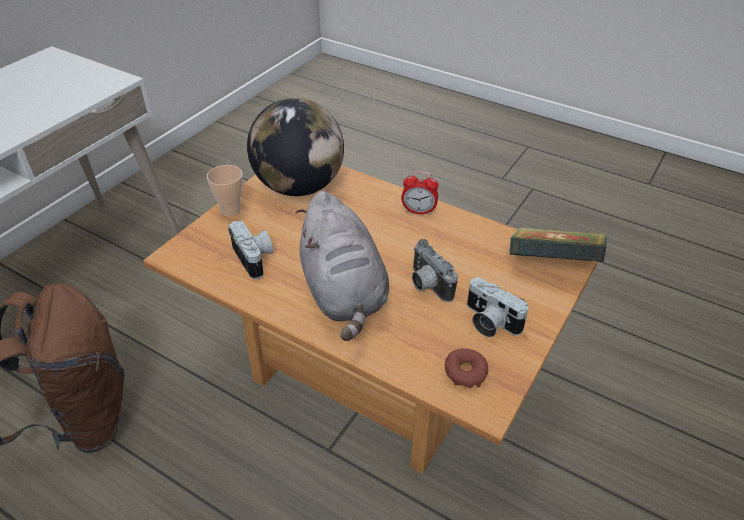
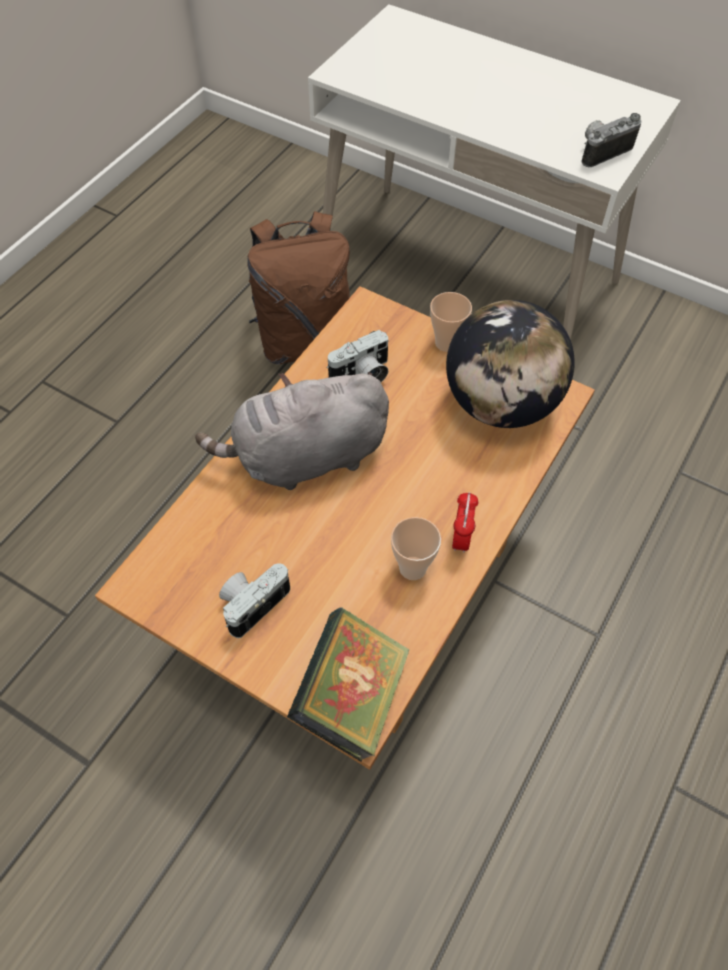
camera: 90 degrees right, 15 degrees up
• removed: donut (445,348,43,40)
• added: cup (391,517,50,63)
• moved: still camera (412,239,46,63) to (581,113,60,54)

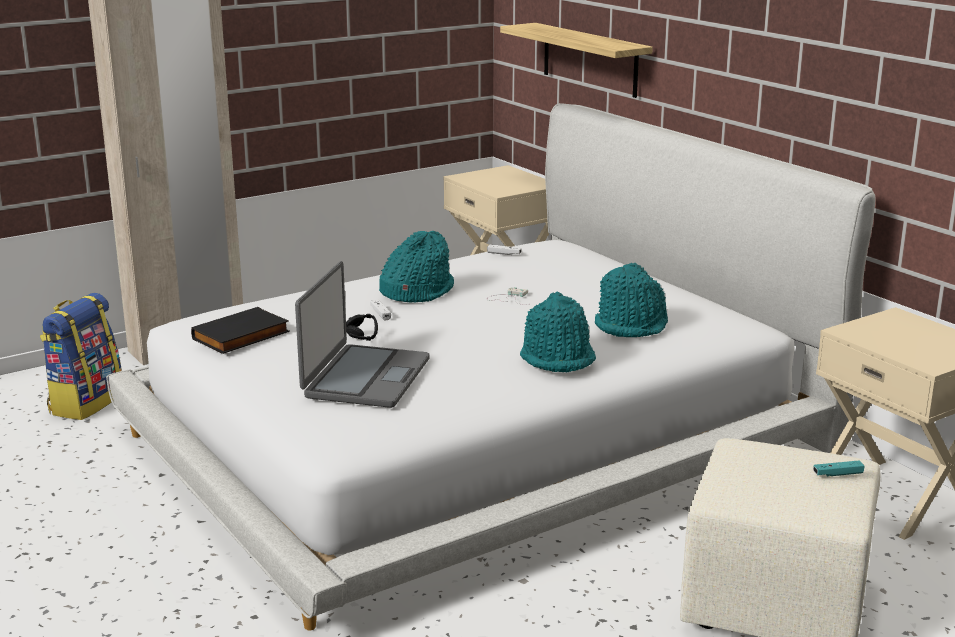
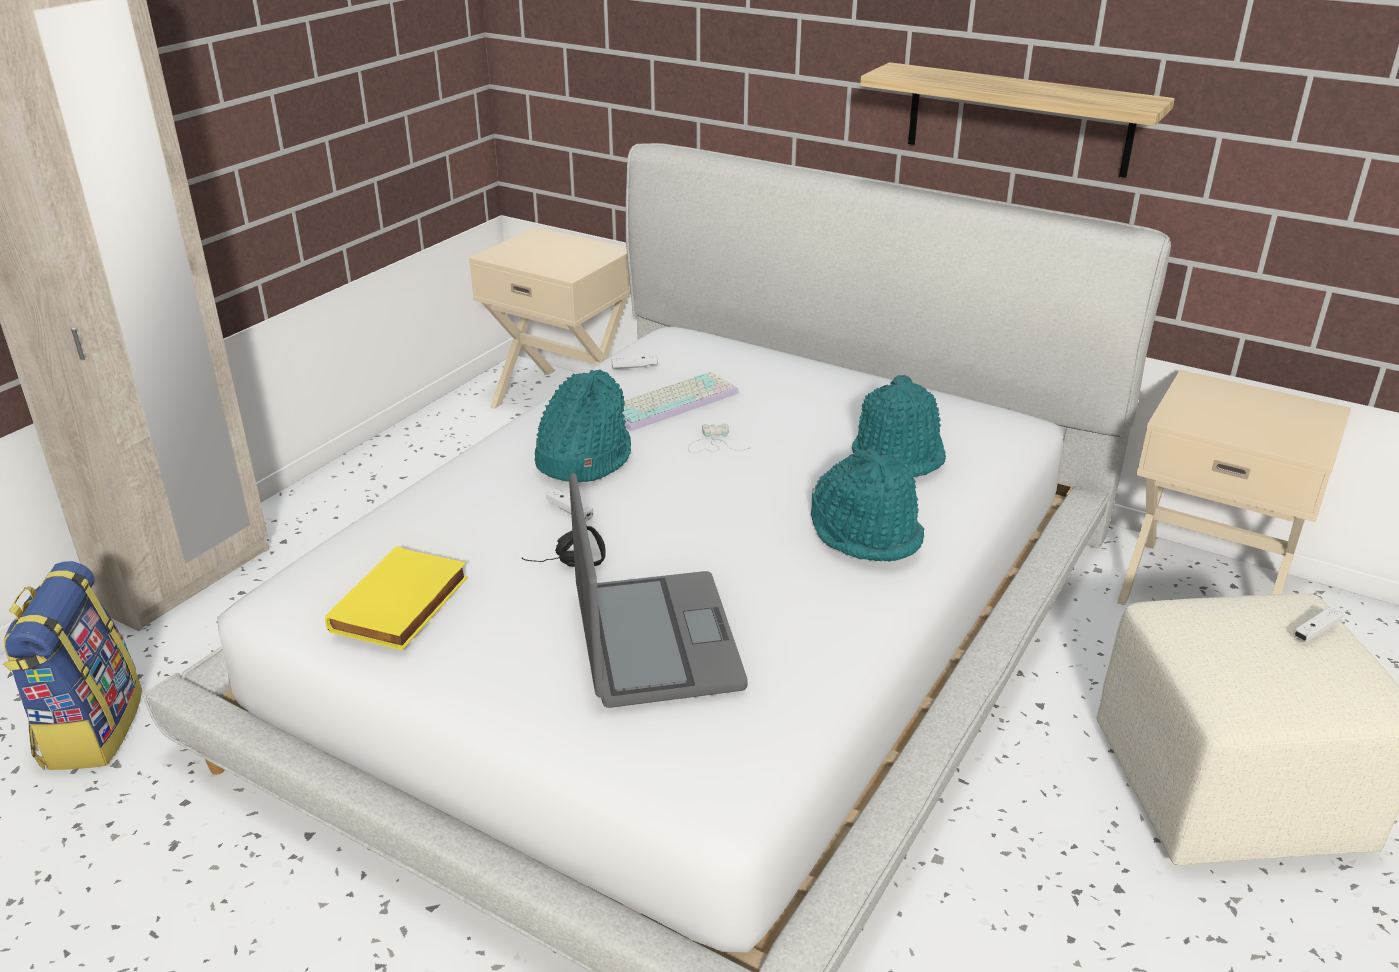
camera: 25 degrees left, 10 degrees up
• added: computer keyboard (622,372,117,59)
• moved: shelf (500,23,153,75) to (860,62,315,116)
• recoloured: bound book (black-coloured) (191,307,99,47) to bound book (yellow) (325,546,143,104)
• recoloured: gamepad (turquoise) (813,461,52,15) to gamepad (white) (1293,607,50,35)

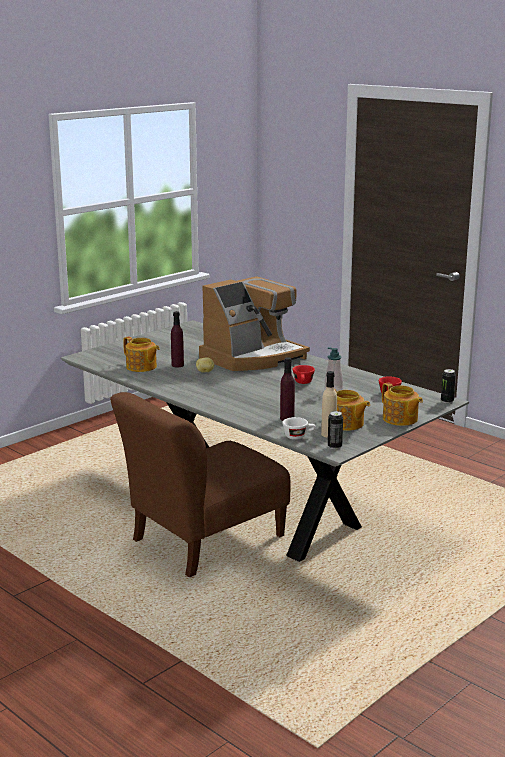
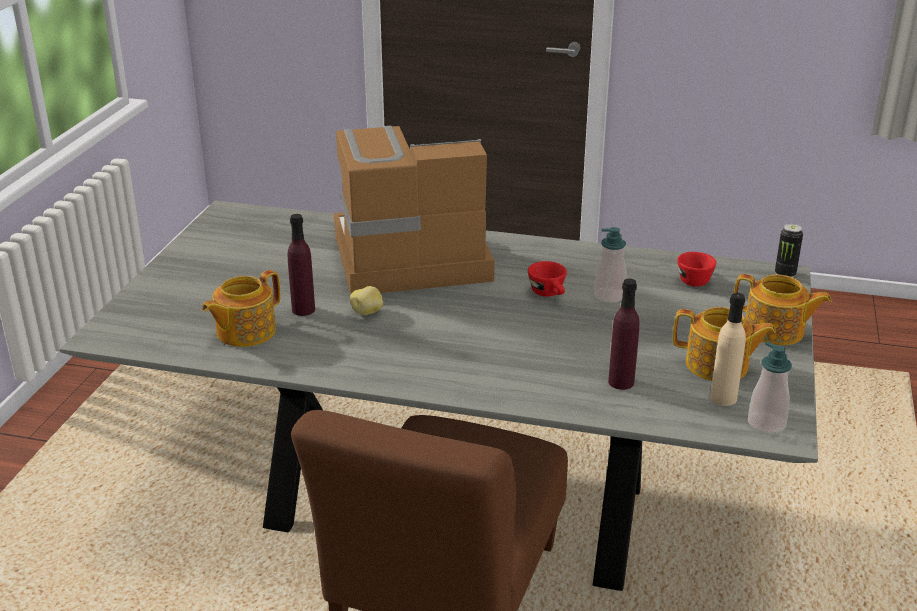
camera: 30 degrees left, 10 degrees up
• removed: cup (white) (282,417,34,23)
• replaced: metal can (328,411,15,38) to soap dispenser (748,341,44,93)
• turned: pot for tea (123,336,36,36) = (202,270,78,77) 120 degrees clockwise
• turned: coffee machine (199,276,111,95) = (334,126,161,168) 120 degrees counterclockwise

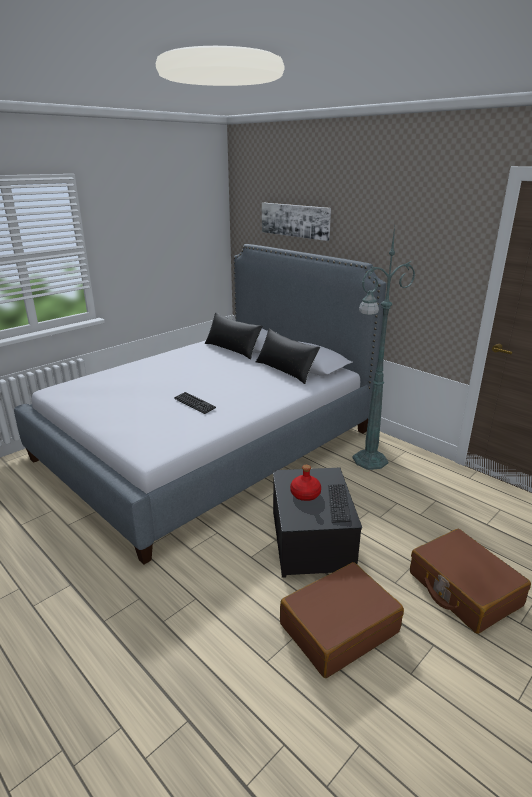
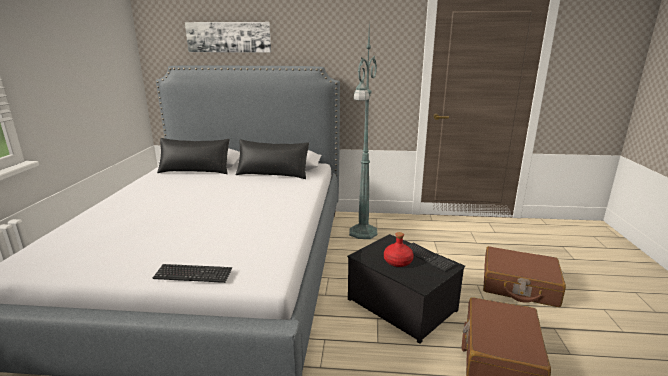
camera: 40 degrees left, 5 degrees down
• moved: computer keyboard (174,392,42,22) to (153,264,79,19)

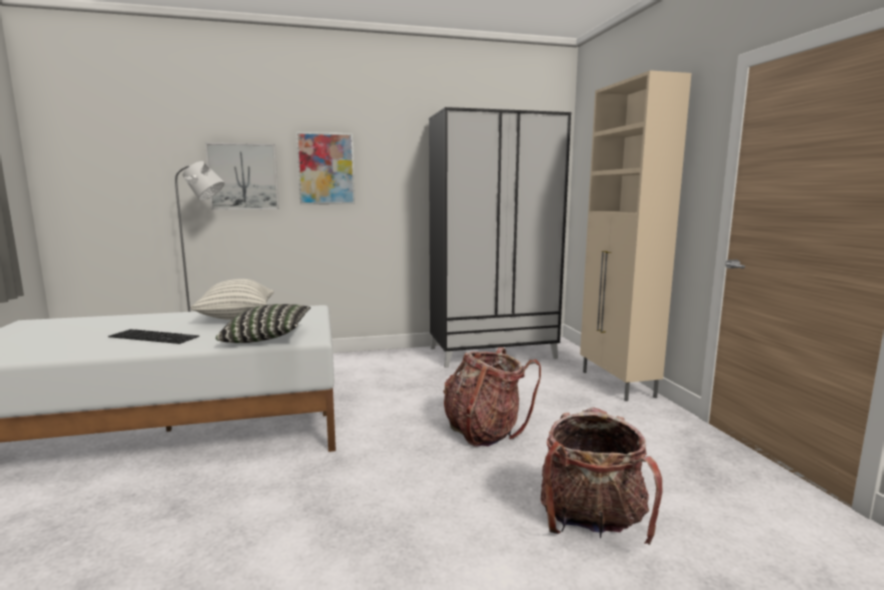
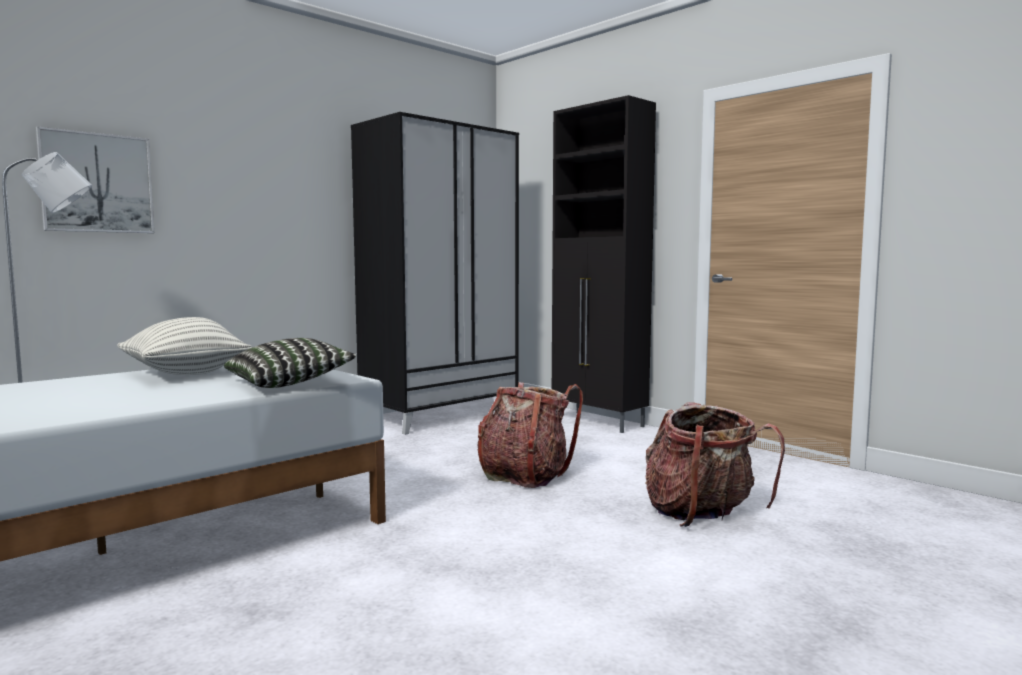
camera: 30 degrees left, 5 degrees down
• removed: computer keyboard (108,329,91,15)
• removed: wall picture (296,132,59,73)
• recoloured: storage cabinet (beige) (580,70,111,331) to storage cabinet (black-coloured) (552,95,104,338)

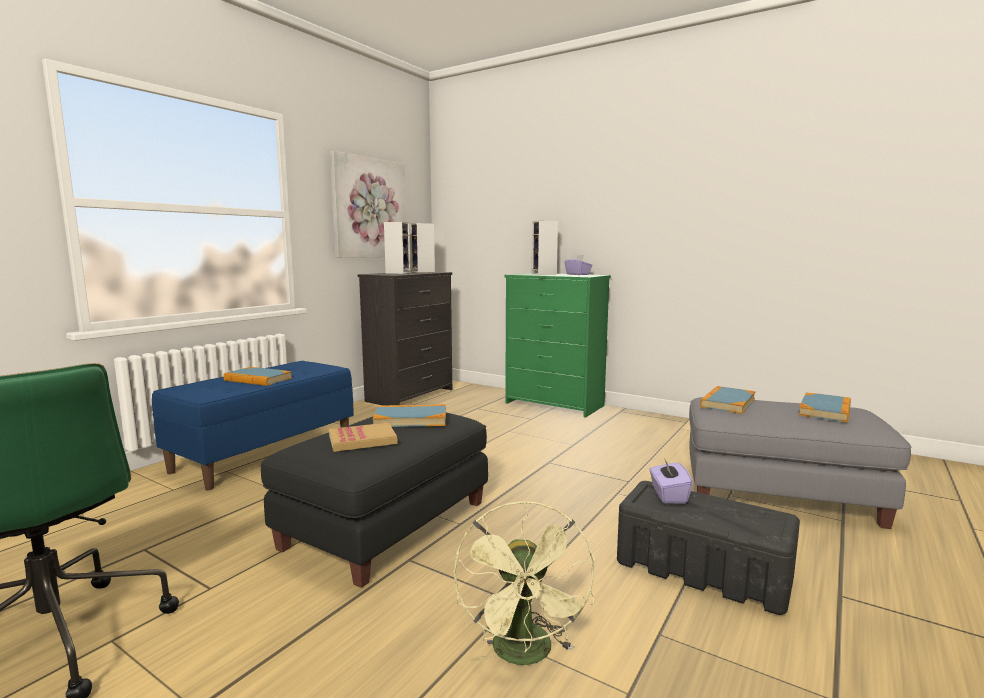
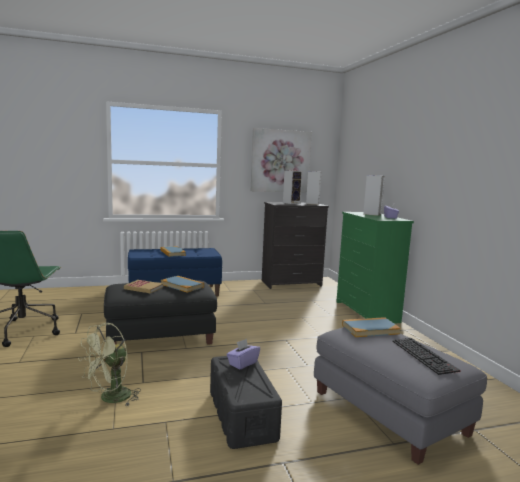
camera: 40 degrees right, 0 degrees up
• replaced: bound book (799,393,52,29) to computer keyboard (392,338,69,37)

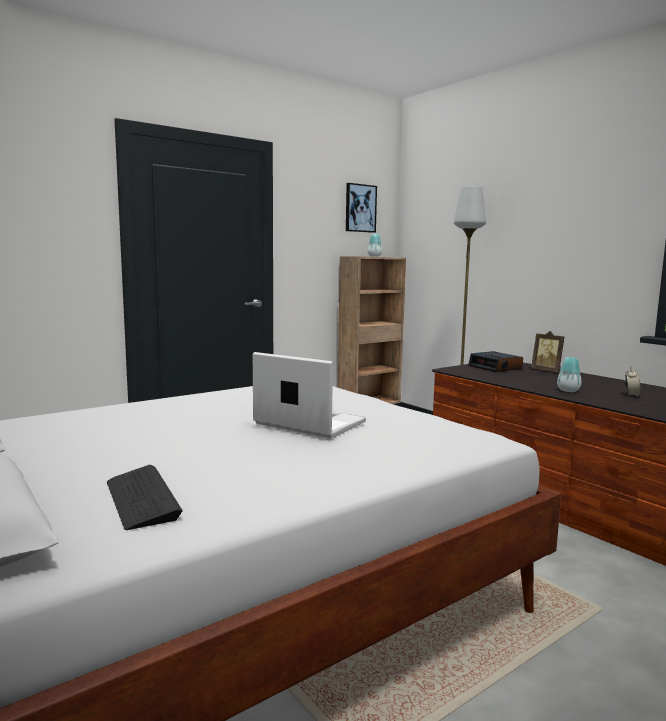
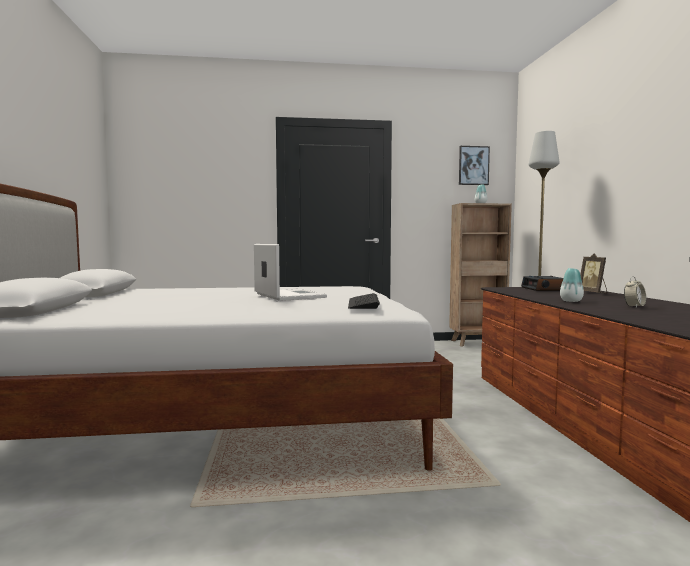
camera: 30 degrees right, 5 degrees down
• moved: computer keyboard (107,465,76,65) to (348,293,32,16)

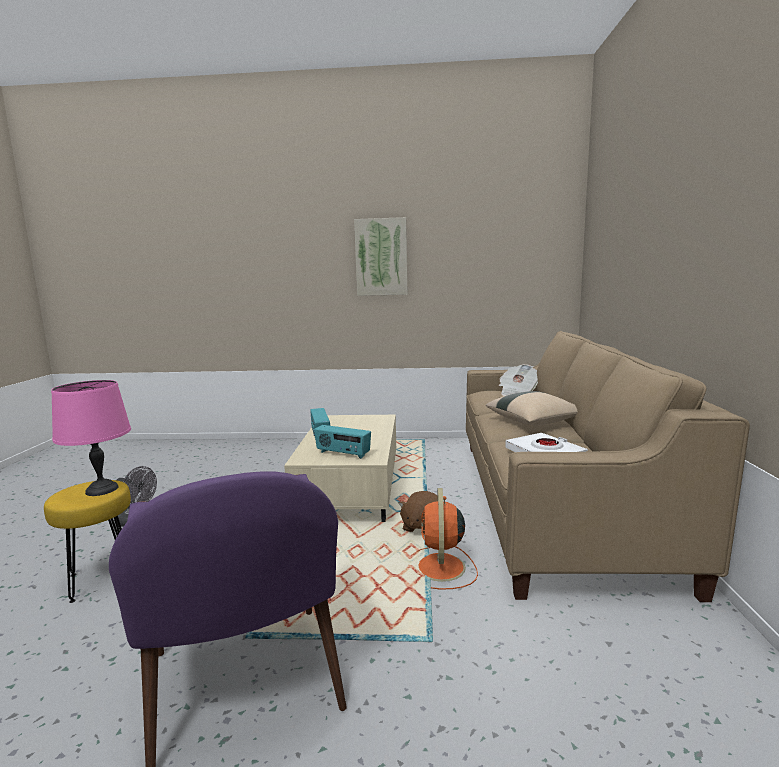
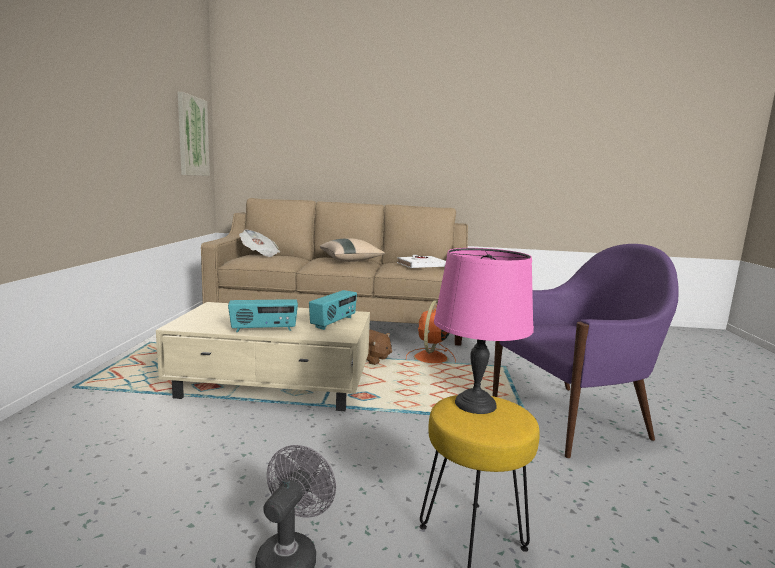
camera: 90 degrees left, 0 degrees up
• moved: wall picture (354,217,54,79) to (178,92,32,84)
• turned: electric fan (orange-coloured) (411,488,67,102) = (406,300,50,63) 105 degrees clockwise

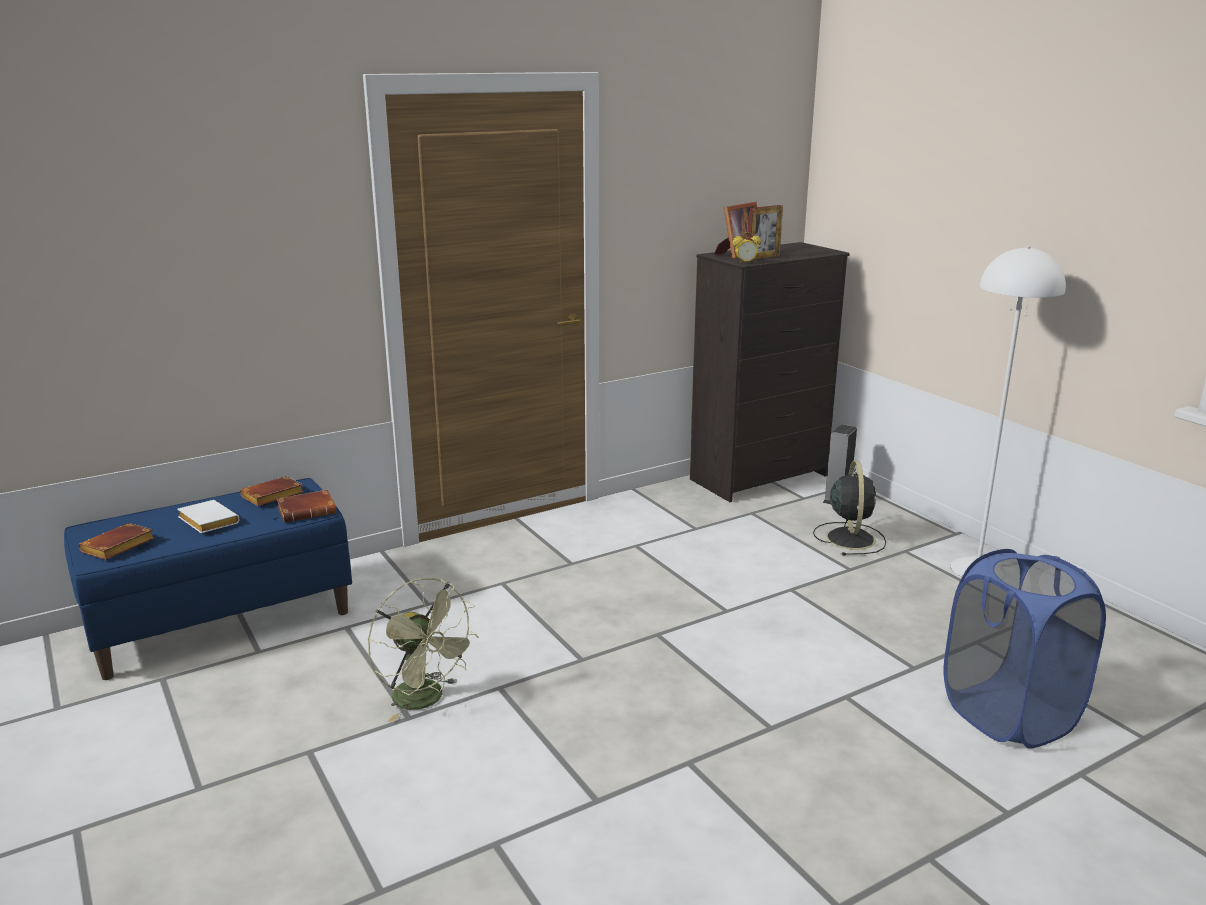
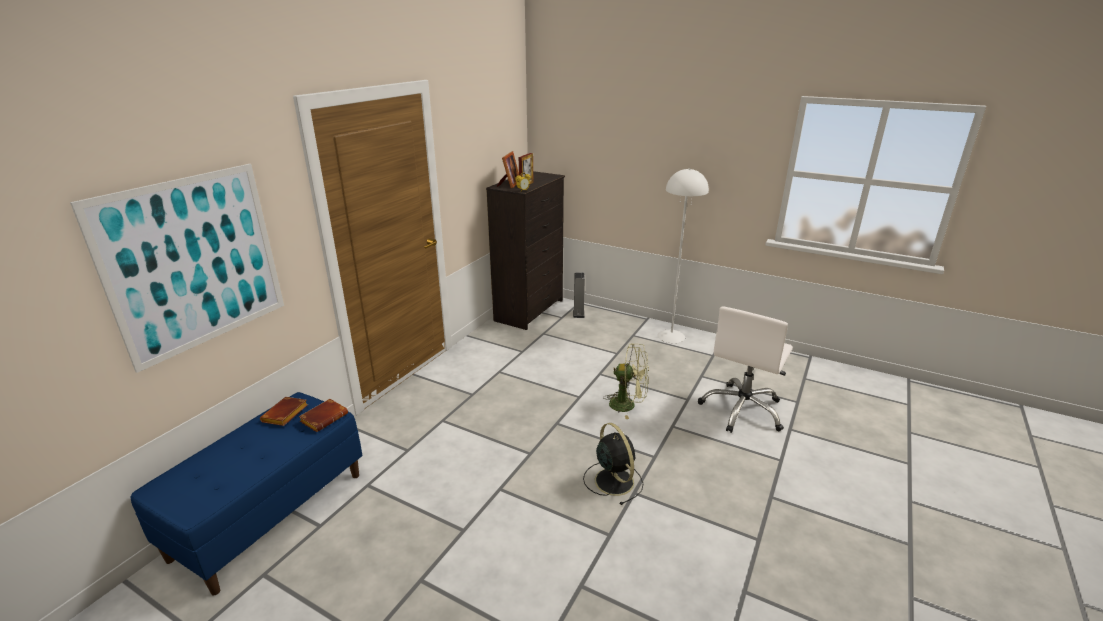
camera: 30 degrees left, 5 degrees up
• removed: bound book (brown) (79,523,76,37)
• removed: bound book (white) (177,500,63,33)
• added: wall picture (70,164,214,209)
• moved: electric fan (greenish) (368,577,111,145) to (603,343,46,76)
• moved: electric fan (black-coloured) (813,461,73,95) to (583,423,60,82)
• replaced: washing basket (blue) (943,549,163,200) to office chair (white) (698,306,95,127)

